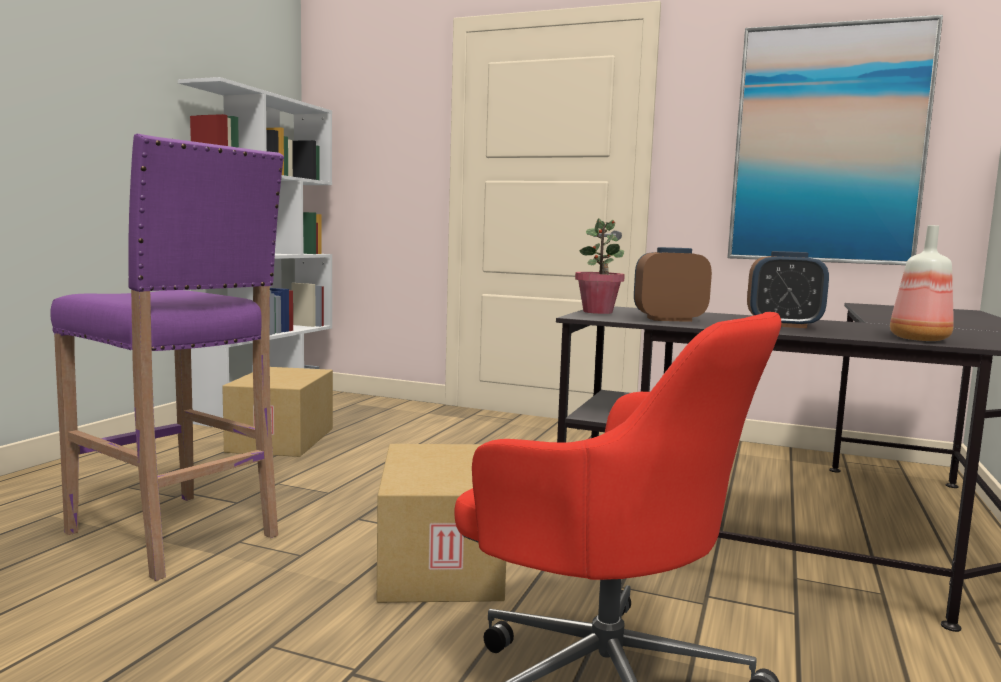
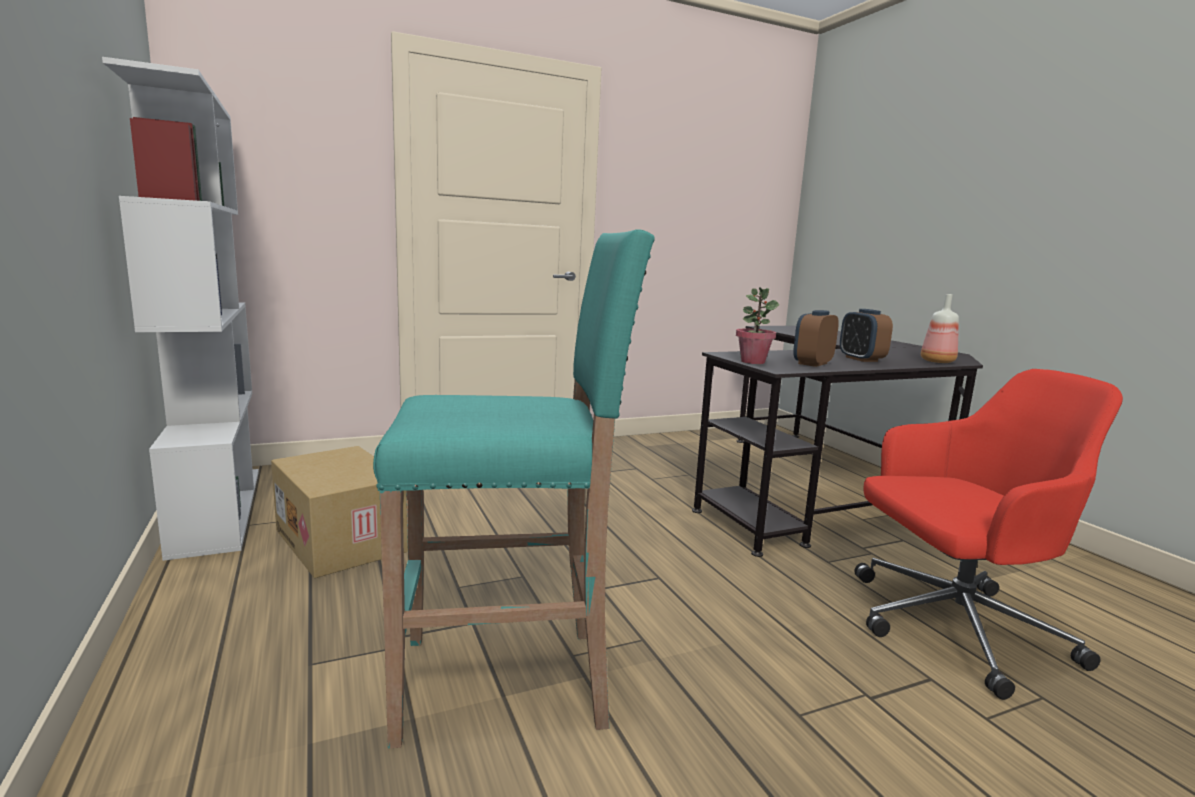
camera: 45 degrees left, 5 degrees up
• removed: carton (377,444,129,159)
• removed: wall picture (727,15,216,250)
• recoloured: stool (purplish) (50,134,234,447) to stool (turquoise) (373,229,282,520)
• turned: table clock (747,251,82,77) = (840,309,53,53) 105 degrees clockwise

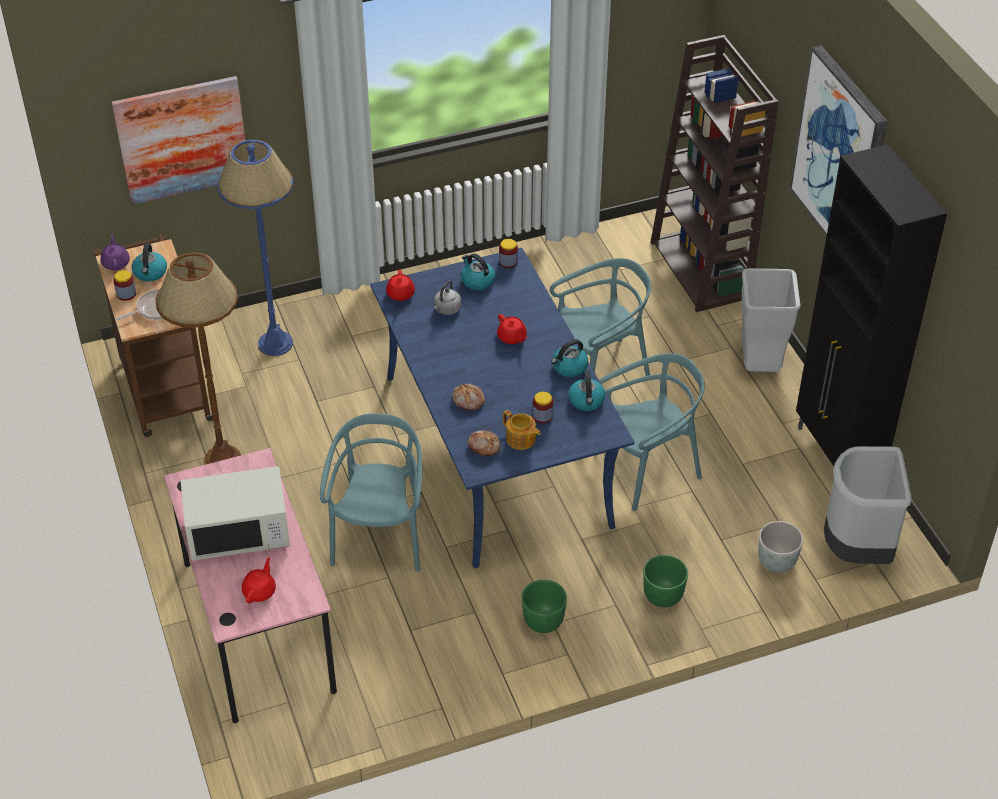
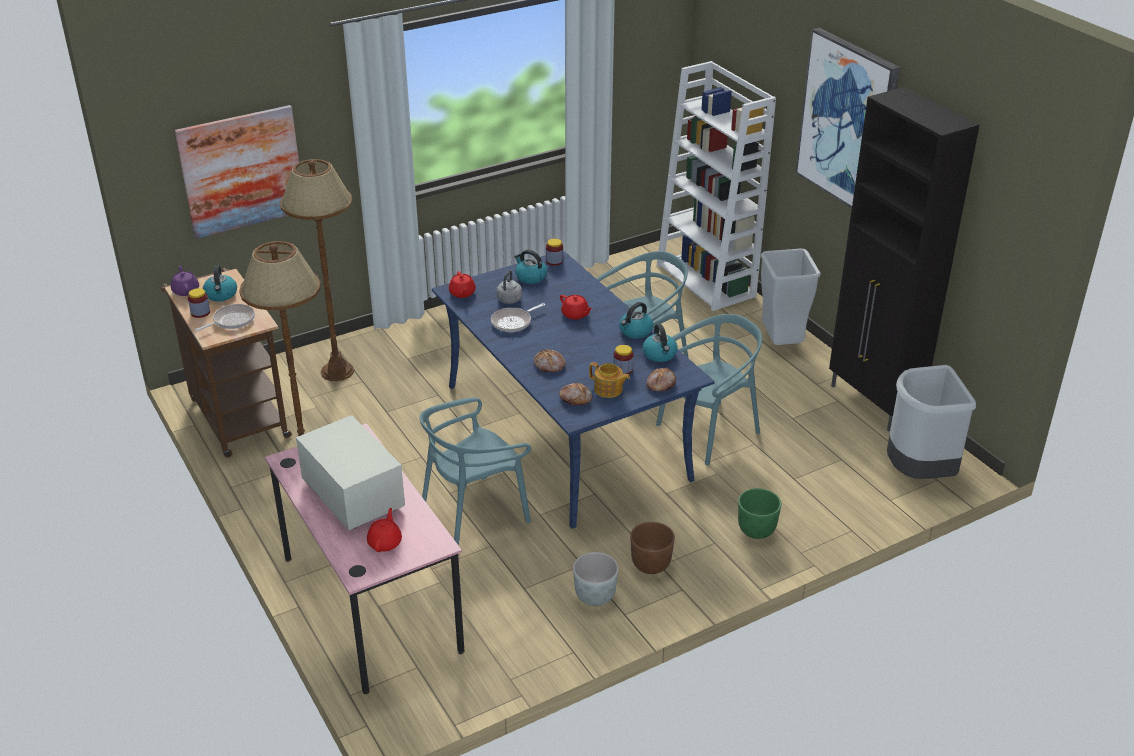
camera: 10 degrees left, 10 degrees down
• added: skillet (491,303,54,29)
• added: bakery bread (646,367,30,24)
• moved: planter (grey) (758,521,45,52) to (573,552,46,54)
• recoloured: standing lamp (blue) (217,140,76,216) to standing lamp (brown) (280,159,74,222)
• recoloured: planter (greenish) (522,580,45,53) to planter (brown) (630,522,45,52)
• recoloured: shelving unit (brown) (651,35,128,277) to shelving unit (white) (657,61,119,250)
• turned: microwave oven (white) (181,466,109,95) = (296,415,109,116) 105 degrees counterclockwise
• turned: chair (turquoise) (320,413,102,159) = (419,397,112,148) 120 degrees counterclockwise

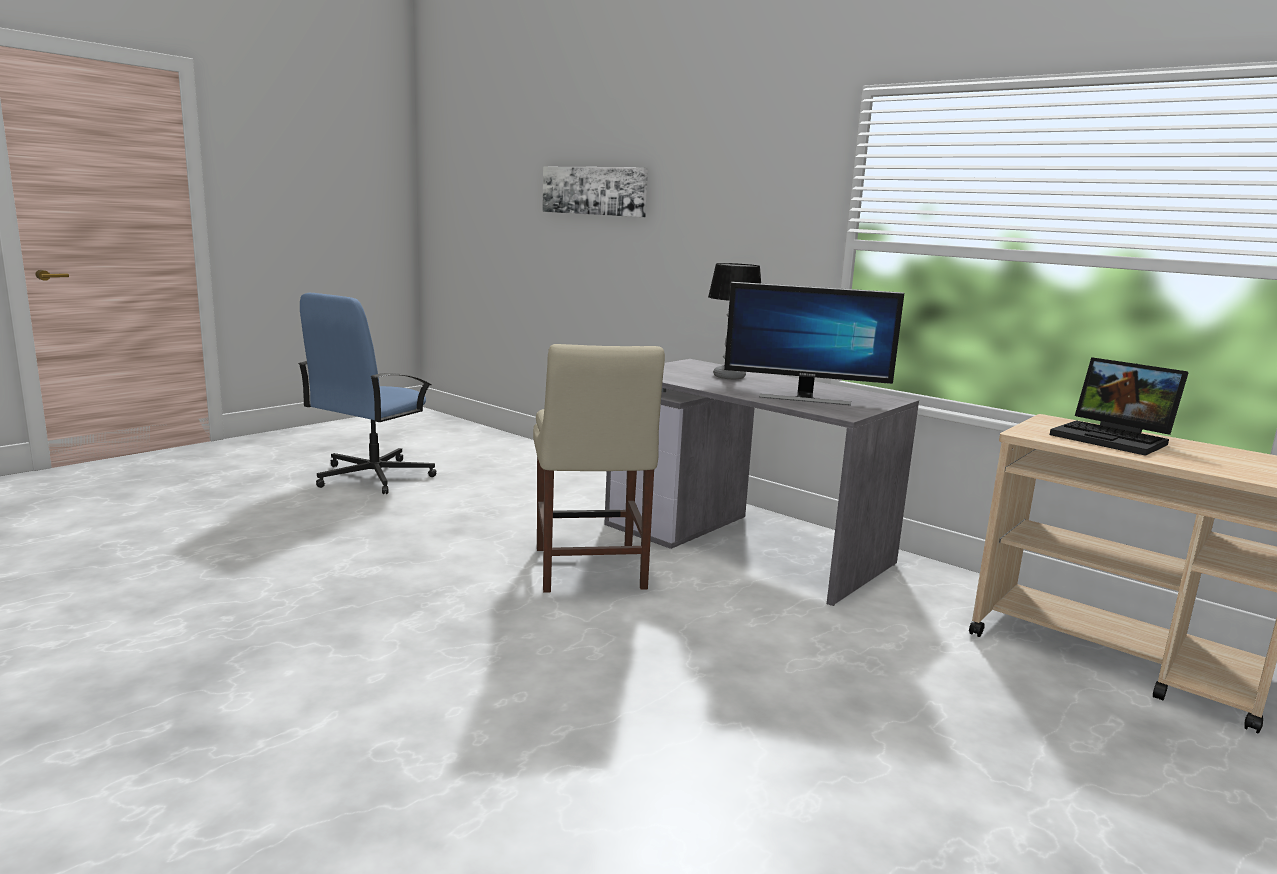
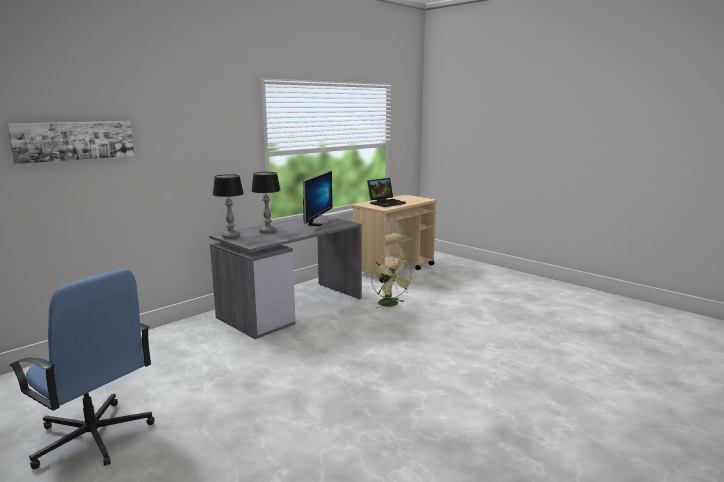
camera: 85 degrees left, 0 degrees up
• removed: chair (beige) (533,344,132,249)
• added: lamp for a table (213,174,31,65)
• added: electric fan (greenish) (371,253,43,55)

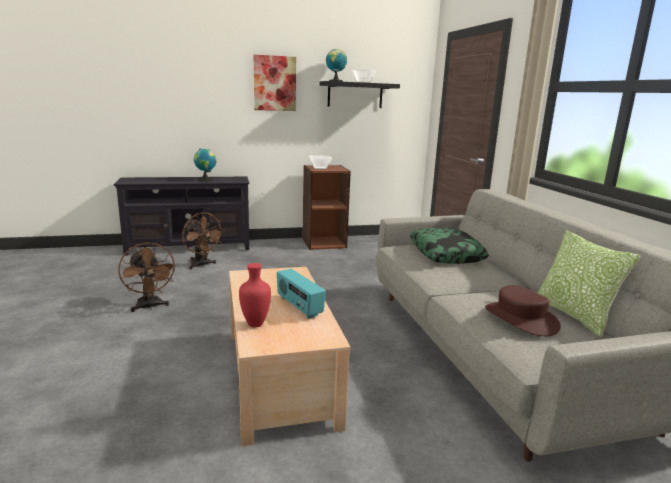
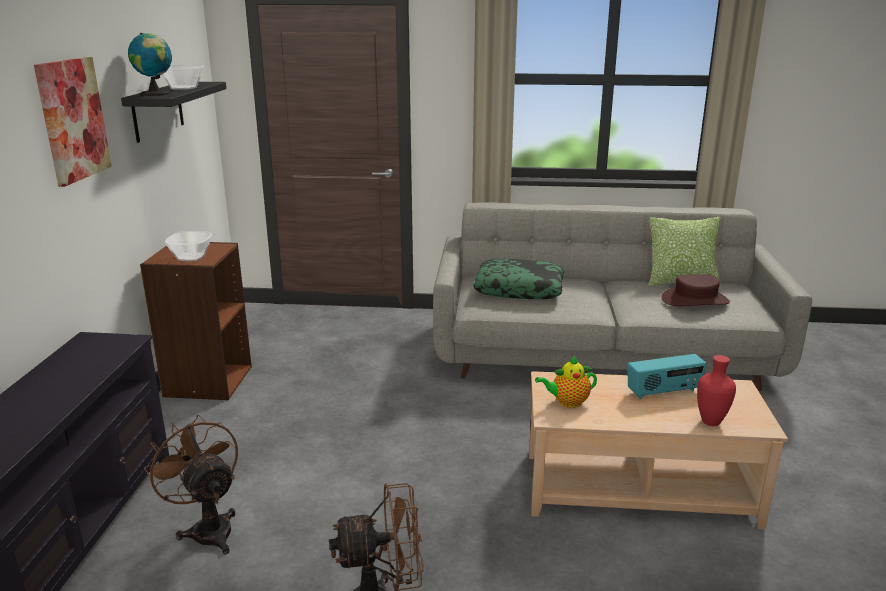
camera: 70 degrees left, 5 degrees up
• removed: globe (194,148,23,34)
• added: pot for tea (535,356,62,52)
• turned: electric fan (brown) (182,212,43,58) = (144,415,94,139) 105 degrees counterclockwise

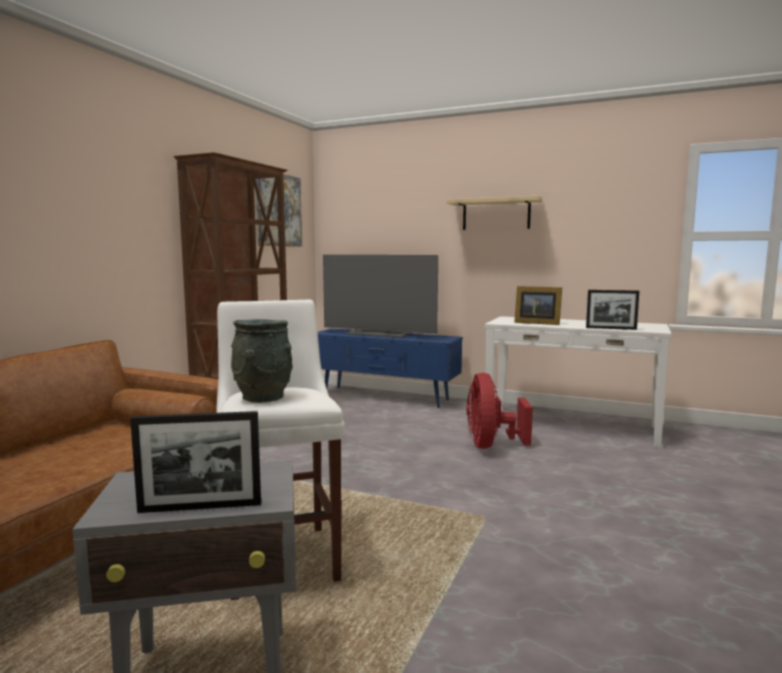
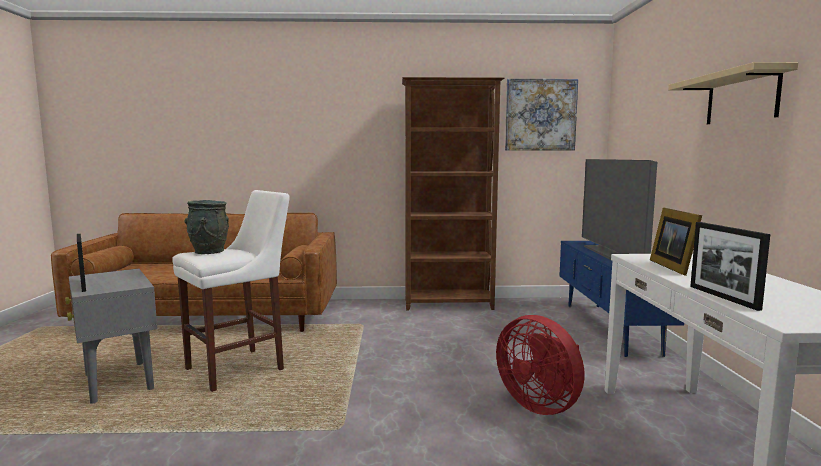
camera: 65 degrees right, 0 degrees up
• turned: electric fan (reddish) (466,373,67,76) = (496,315,89,100) 105 degrees counterclockwise

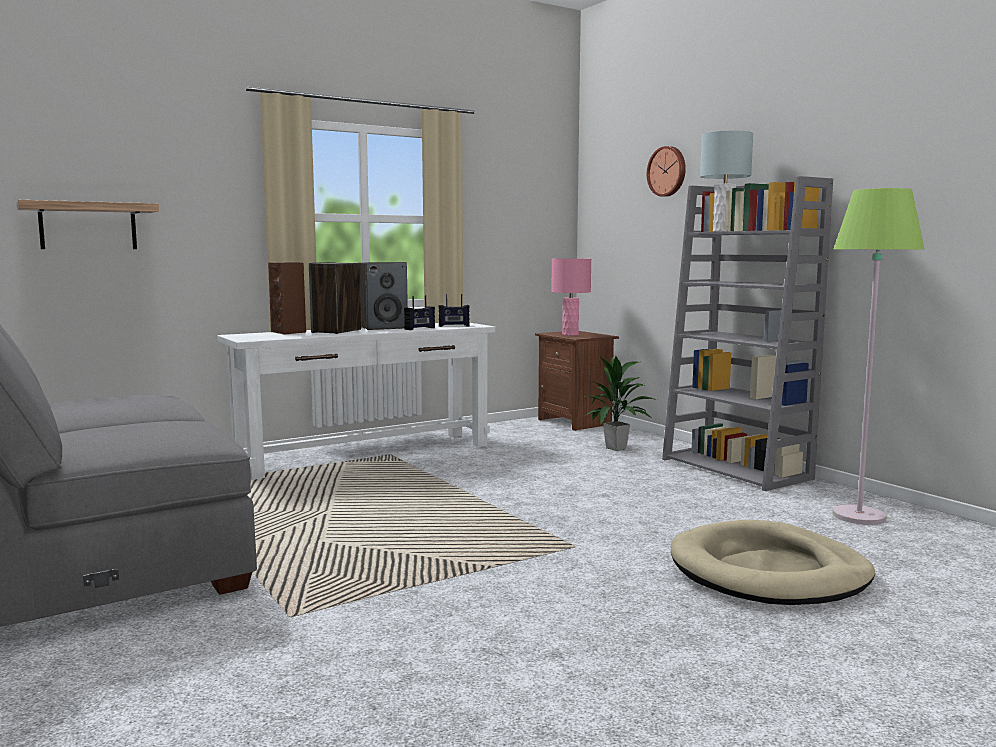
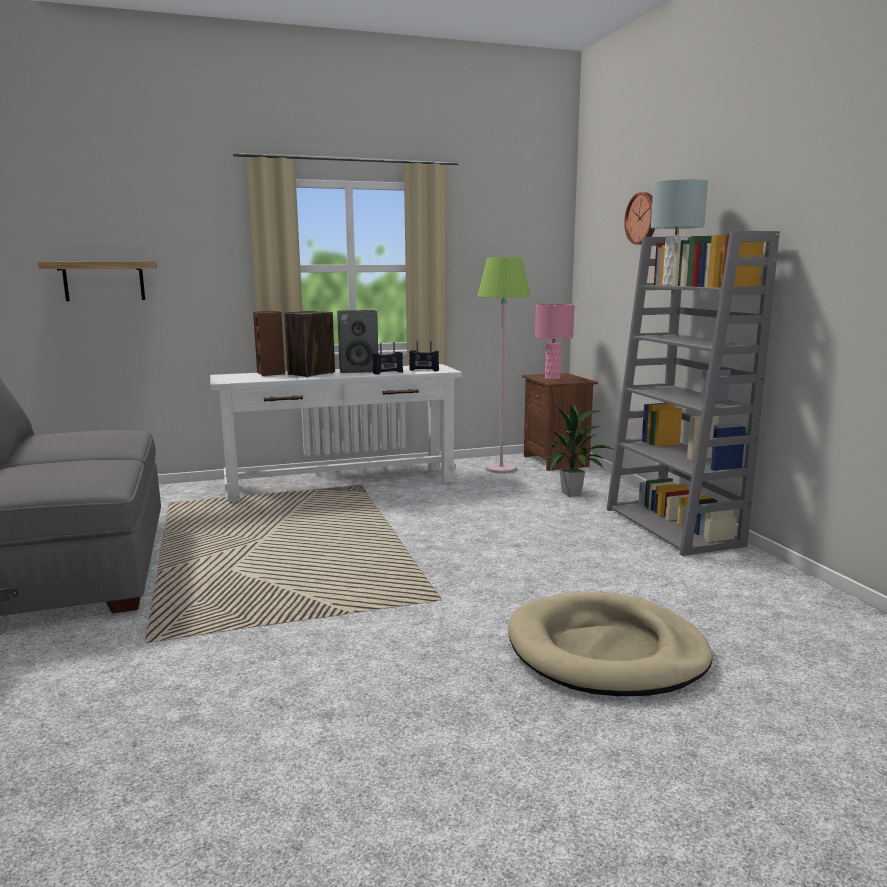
camera: 15 degrees right, 5 degrees up
• moved: standing lamp (greenish) (833,188,91,337) to (477,257,54,217)

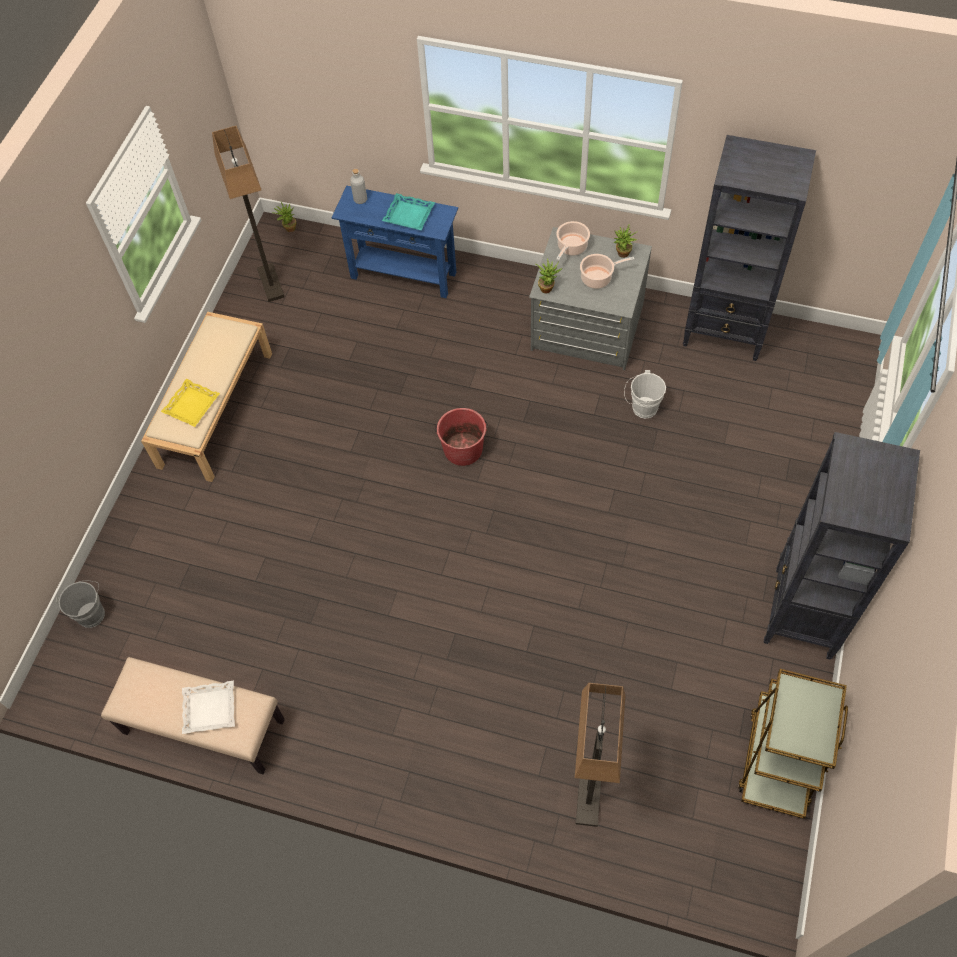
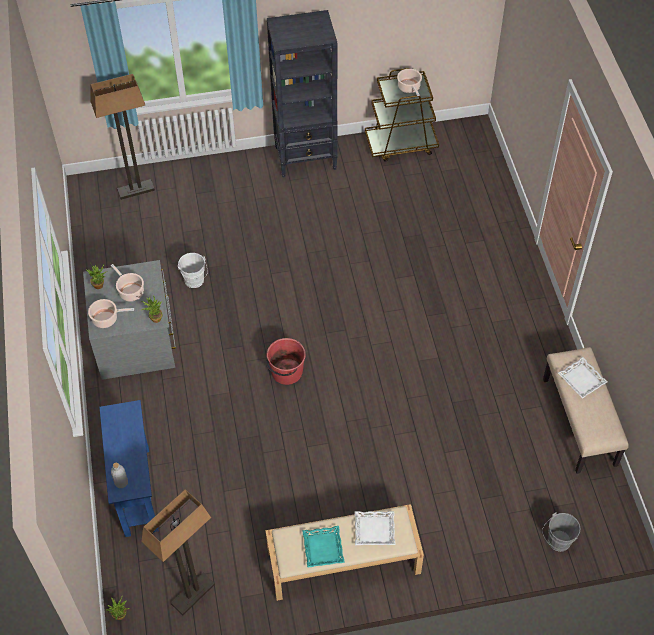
camera: 120 degrees left, 5 degrees down
• removed: shelving unit (black-coloured) (683,135,133,226)
• added: stockpot (397,69,25,27)
• moved: tray (turquoise) (382,193,53,37) to (302,526,43,42)
• moved: standing lamp (575,683,50,144) to (90,74,65,126)
• recoloured: tray (yellow) (161,379,59,48) to tray (white) (355,511,40,34)

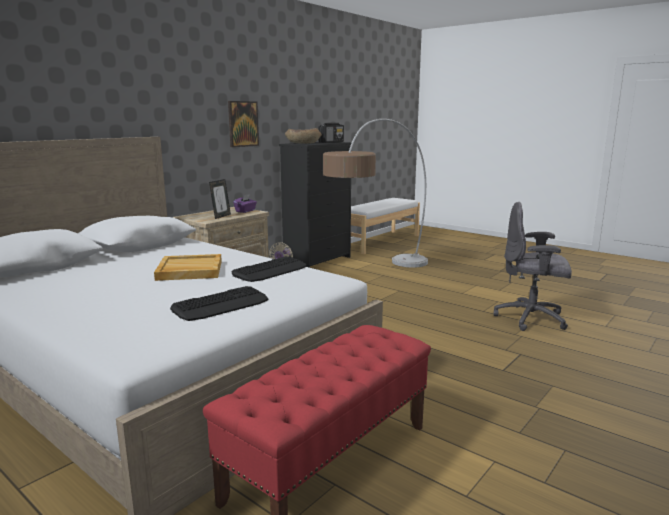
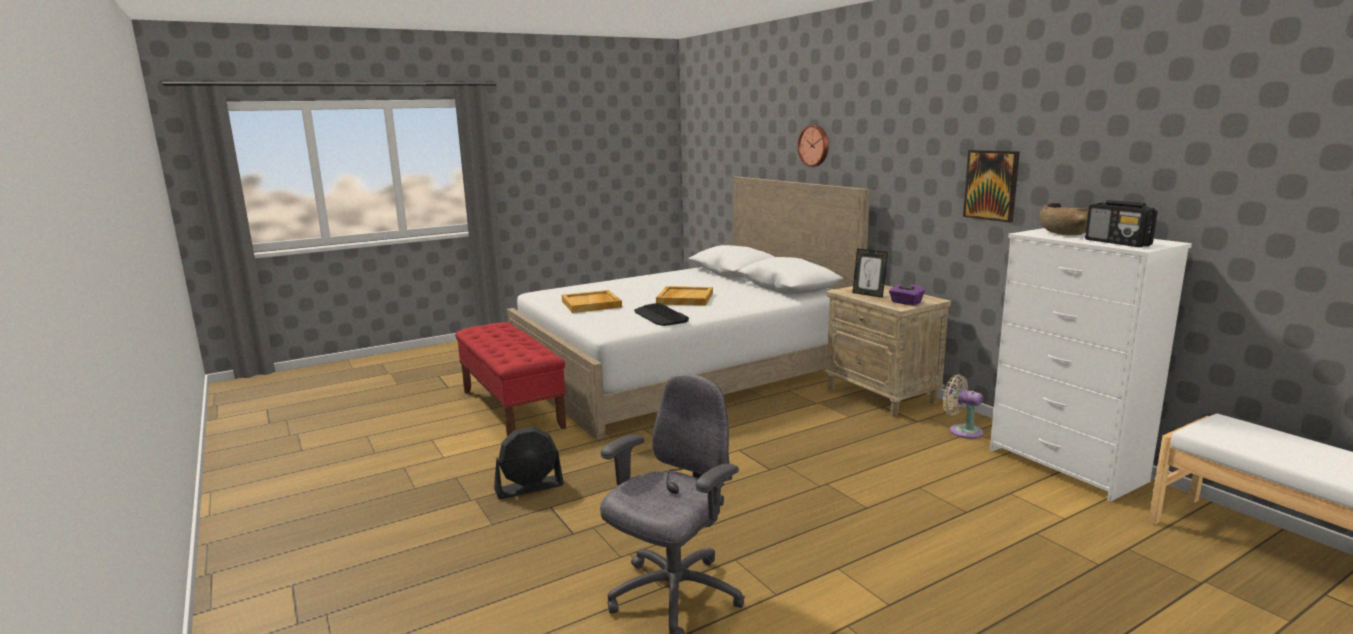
camera: 110 degrees right, 0 degrees up
• removed: standing lamp (323,119,105,149)
• added: electric fan (black-coloured) (494,427,70,72)
• added: wall clock (798,125,31,42)
• replaced: computer keyboard (170,286,98,35) to tray (beige) (562,290,60,23)
• recoloured: drawer chest (black-coloured) (279,142,73,126) to drawer chest (white) (990,228,202,274)

